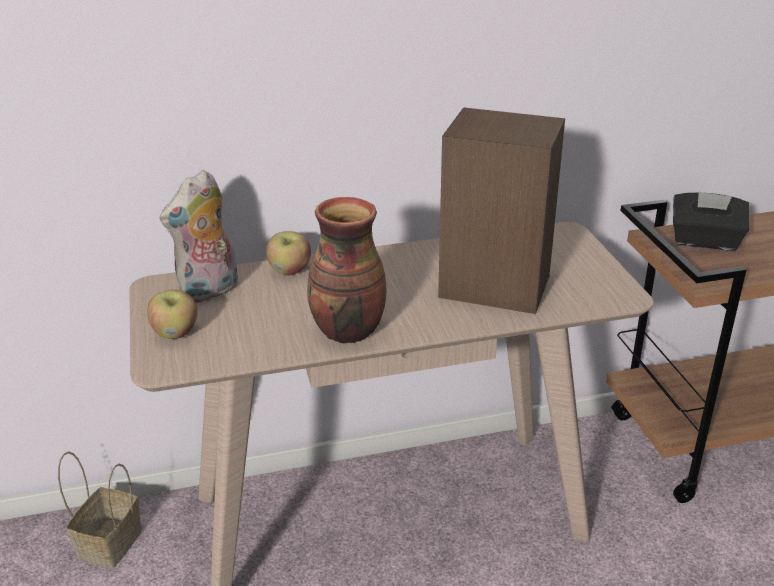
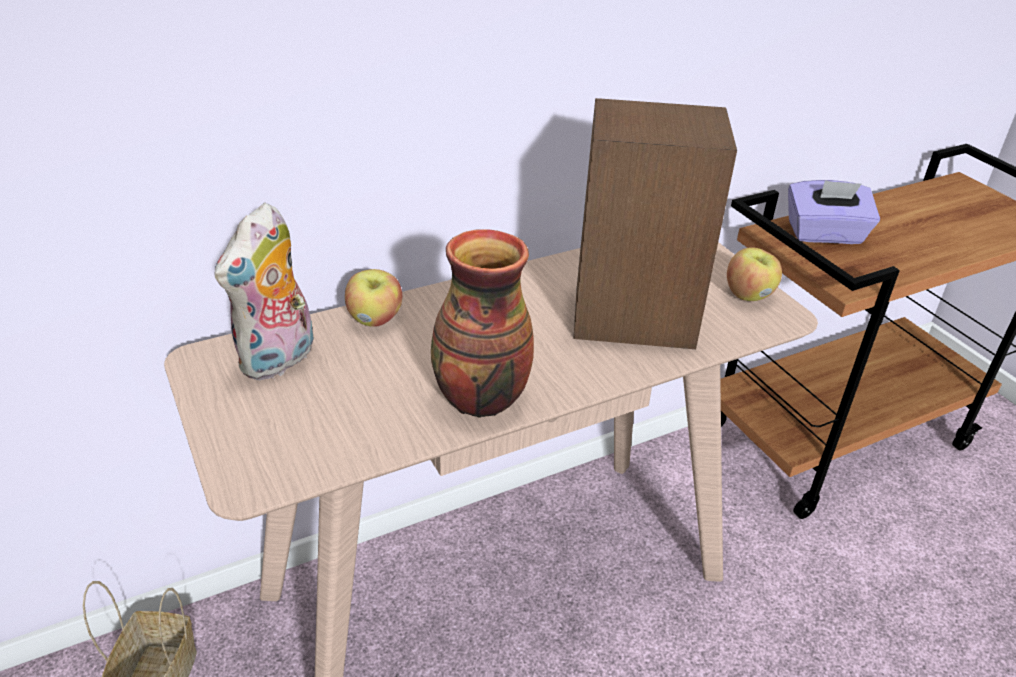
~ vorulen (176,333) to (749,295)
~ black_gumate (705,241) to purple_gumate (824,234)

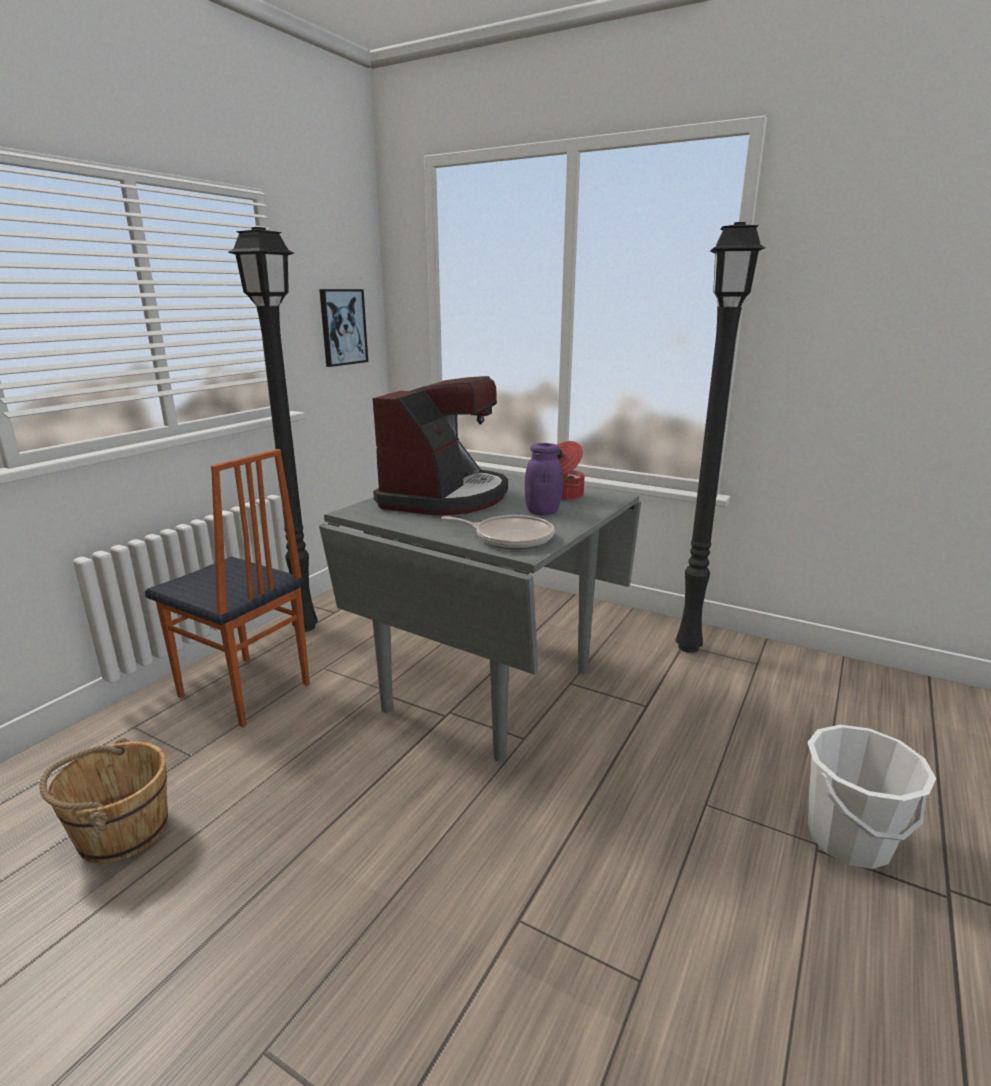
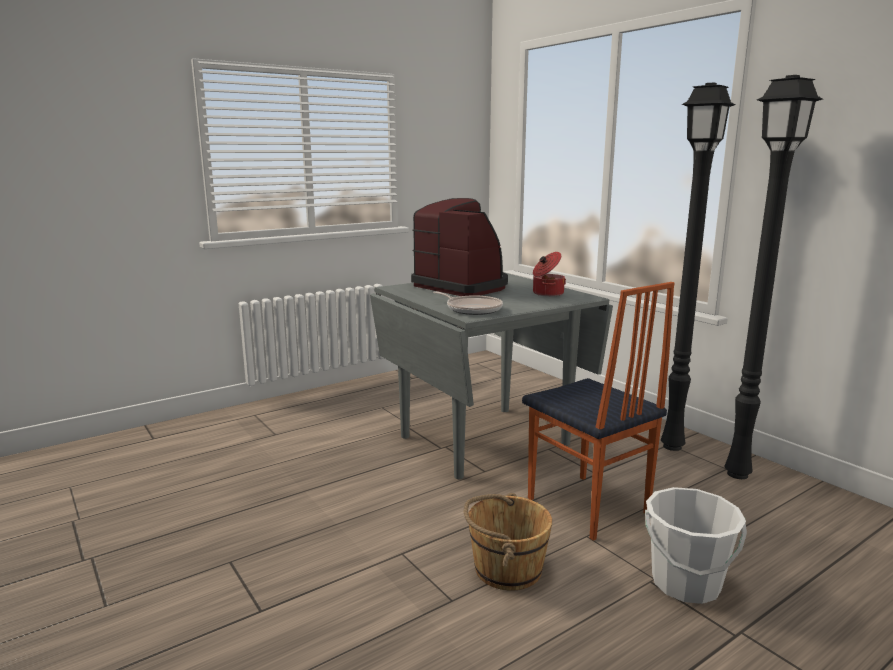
~ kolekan (445,497) = (462,286) 90 degrees counterclockwise
~ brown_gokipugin (121,831) to (506,568)
~ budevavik (244,691) to (587,507)
~ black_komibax (305,626) to (737,473)
- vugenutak (342,327)
- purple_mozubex (542,512)

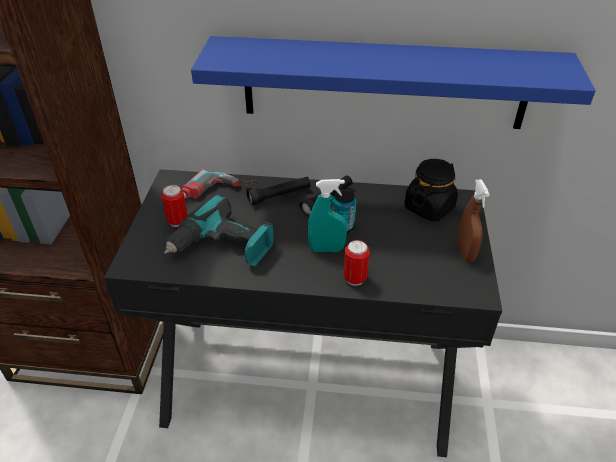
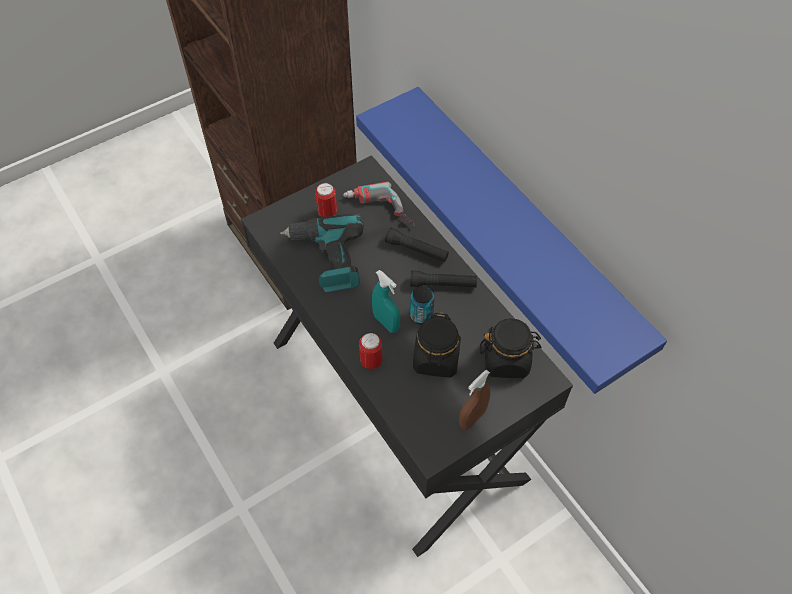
+ black_mozubex (436,359)

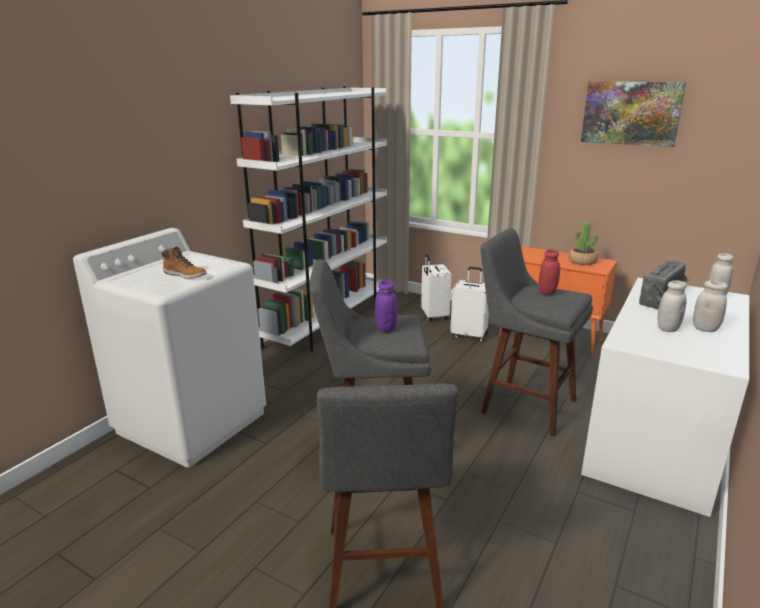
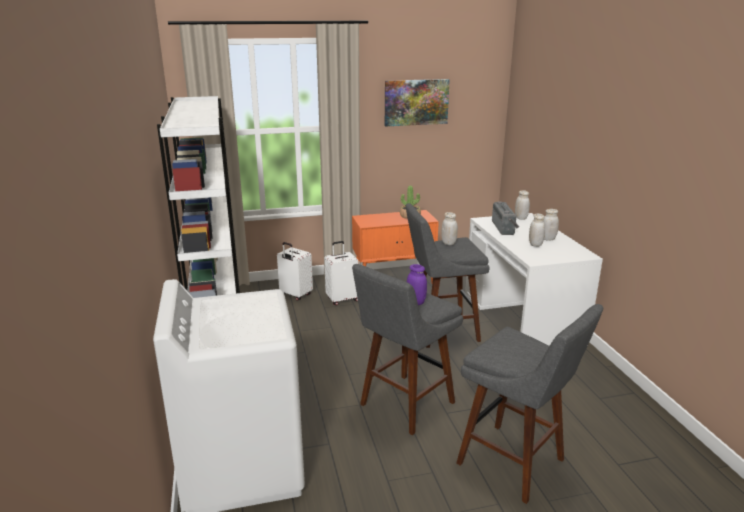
~ red_mozubex (547,292) to white_mozubex (448,243)
- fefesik (185,275)

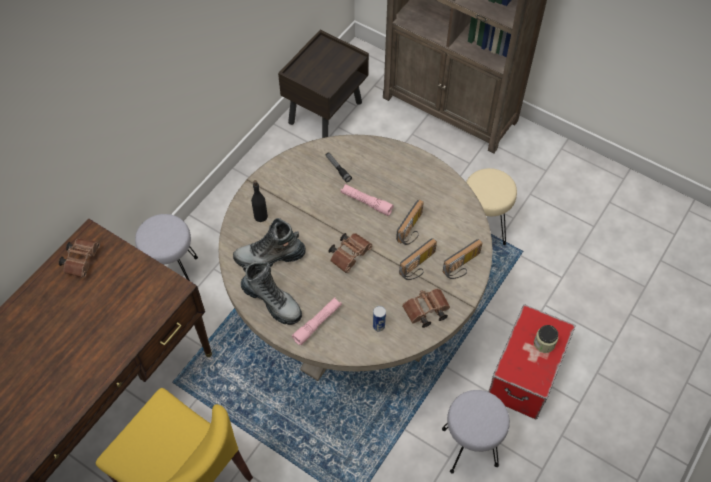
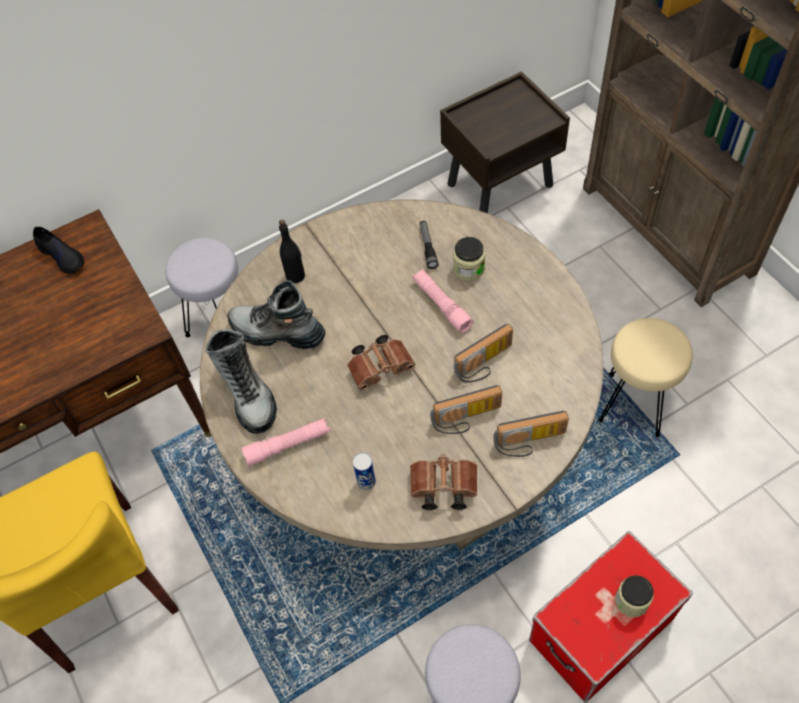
~ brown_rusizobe (82,260) to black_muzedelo (62,256)
+ mozubex (468,269)

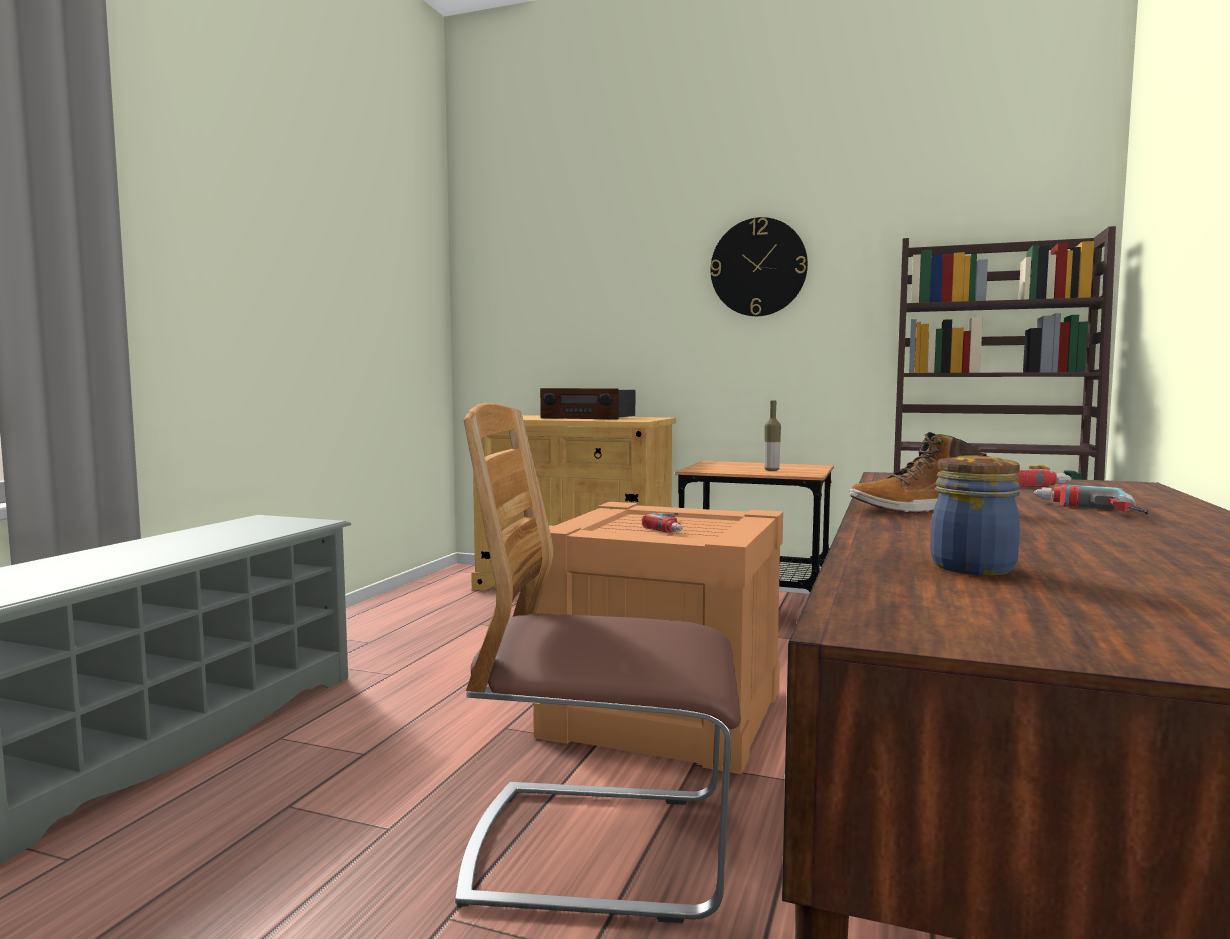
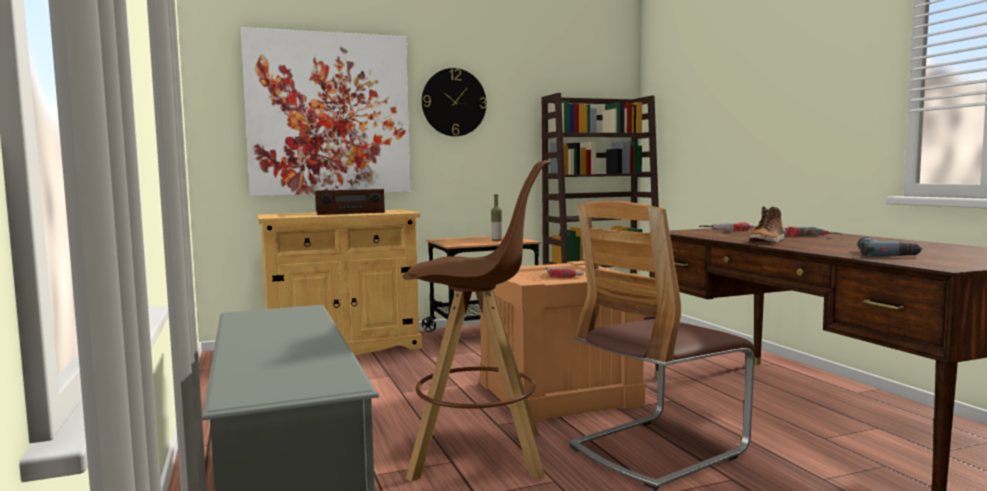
+ vugenutak (329,114)
+ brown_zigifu (479,455)
~ mozubex (974,567) to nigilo (884,253)

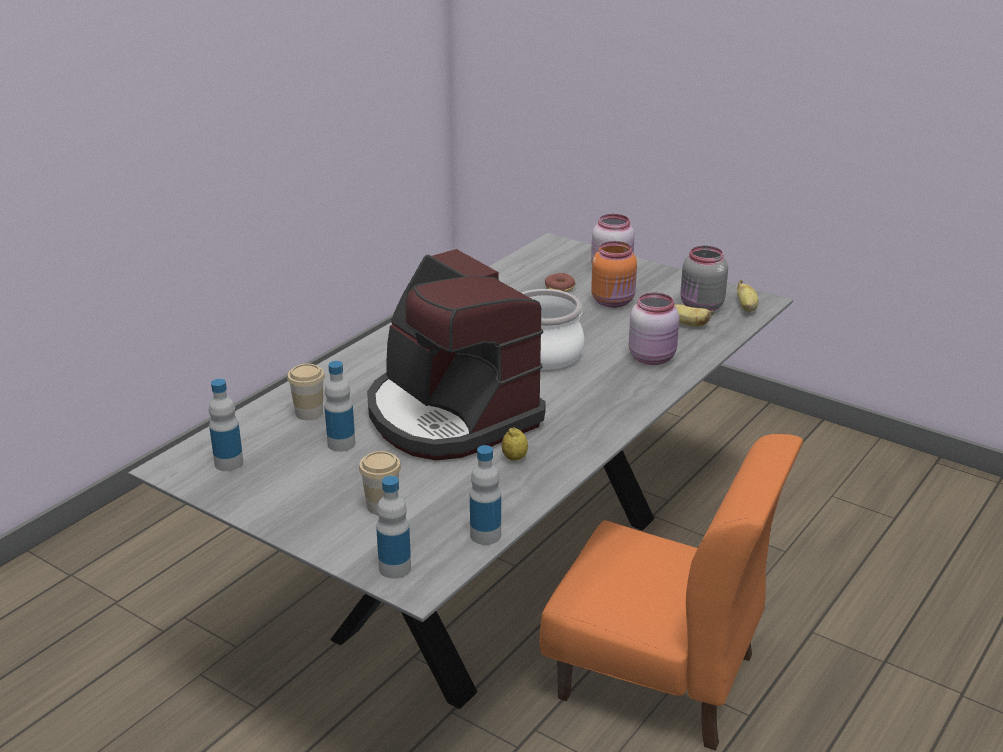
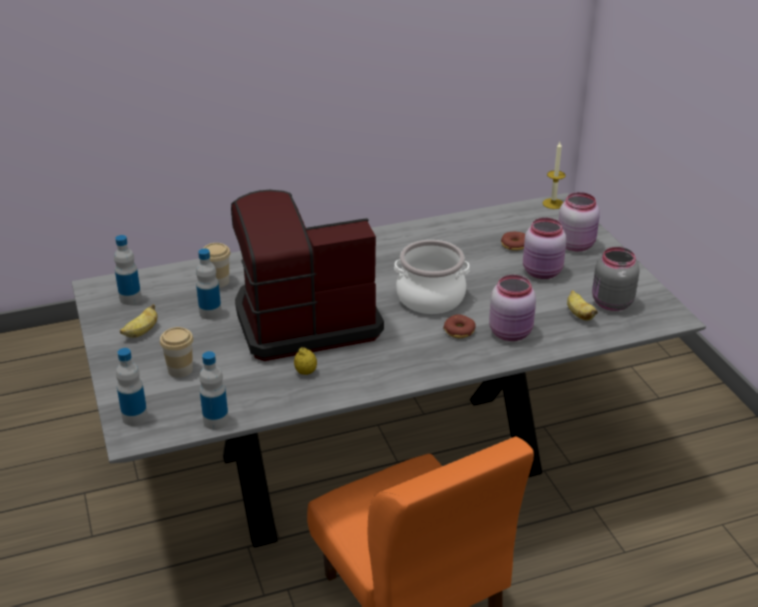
~ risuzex (746,308) to (141,332)
~ kolekan (450,415) = (304,320) 75 degrees clockwise
+ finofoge (459,331)
~ orange_mozubex (614,301) to pink_mozubex (543,272)
+ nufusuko (553,203)

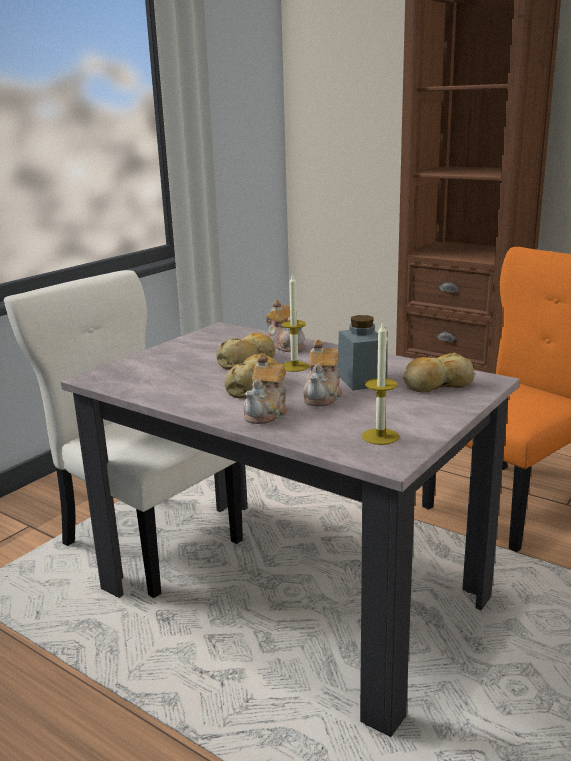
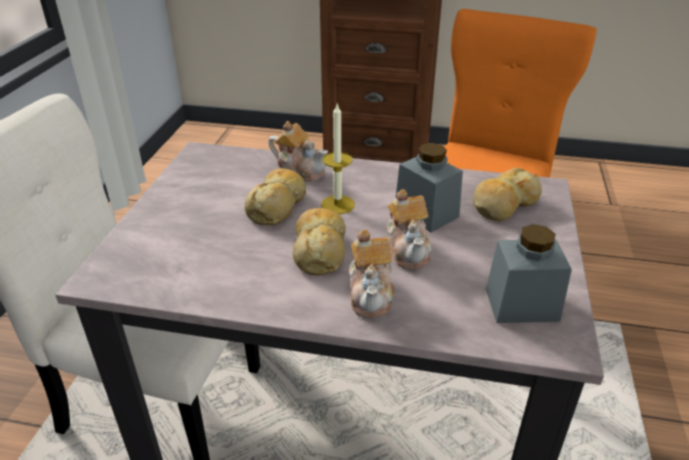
~ nufusuko (380,436) to grey_mozubex (521,304)

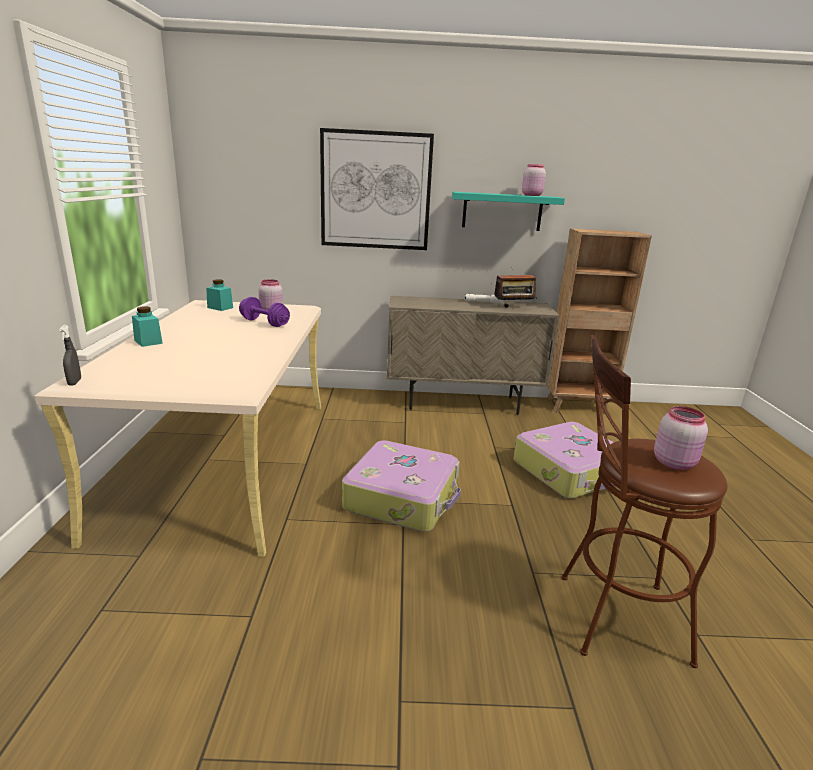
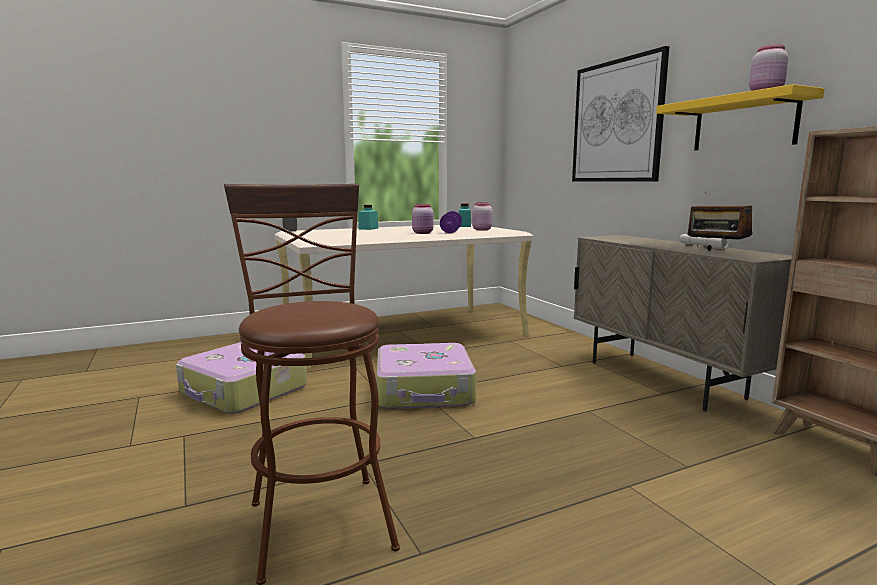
~ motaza (570,471) to (243,391)
~ pink_mozubex (674,462) to (423,233)
~ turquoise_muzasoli (502,211) to yellow_muzasoli (744,123)

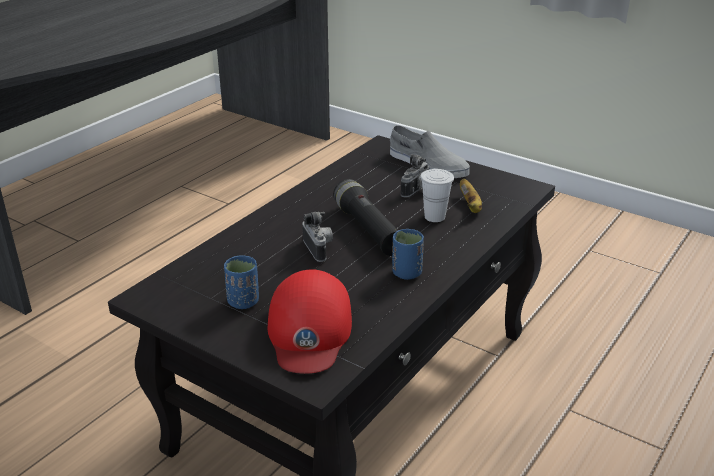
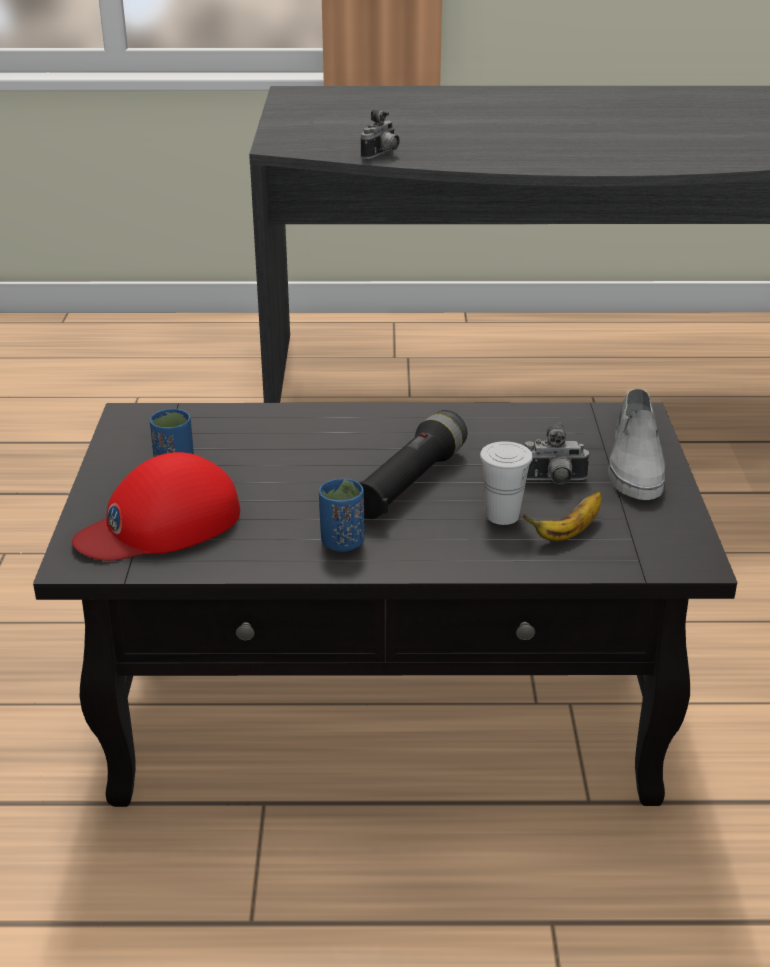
~ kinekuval (319,249) to (382,154)

